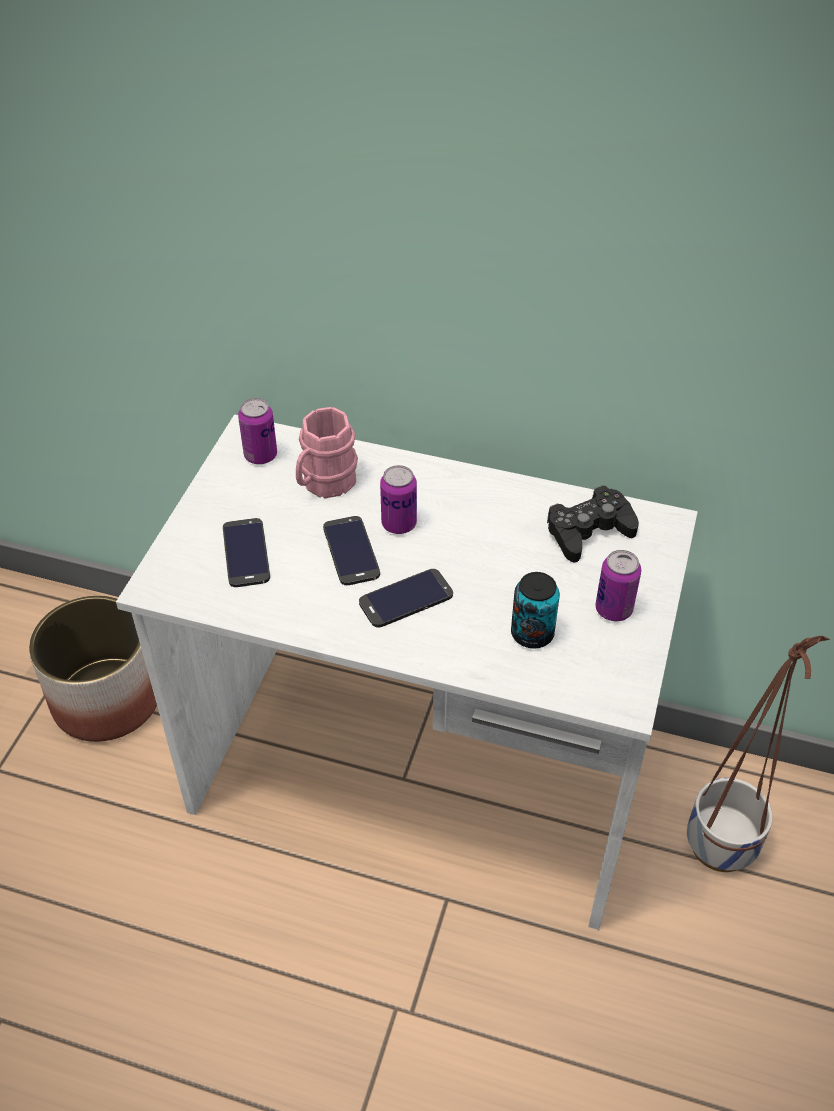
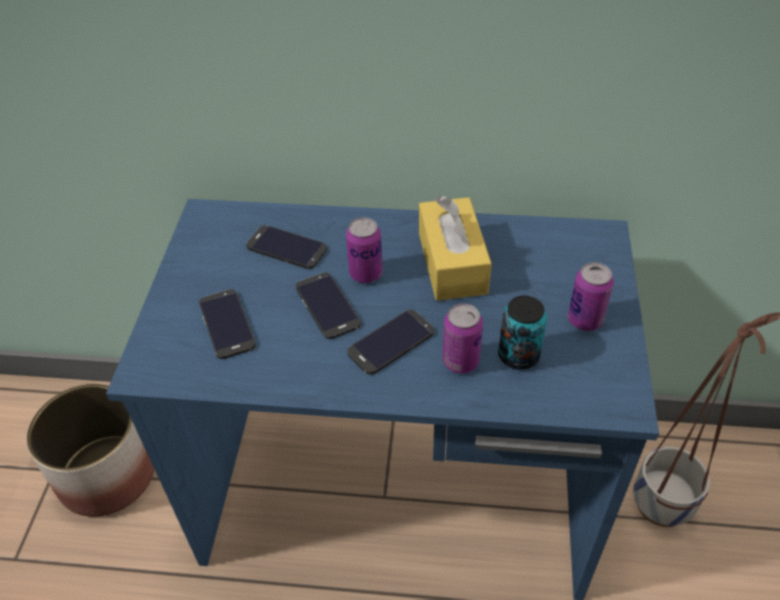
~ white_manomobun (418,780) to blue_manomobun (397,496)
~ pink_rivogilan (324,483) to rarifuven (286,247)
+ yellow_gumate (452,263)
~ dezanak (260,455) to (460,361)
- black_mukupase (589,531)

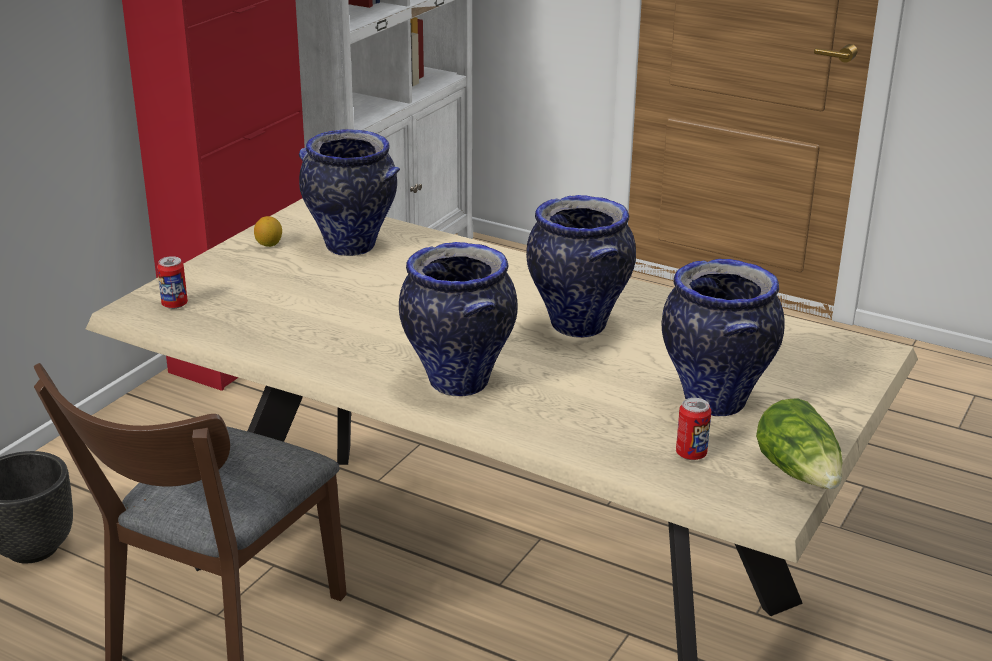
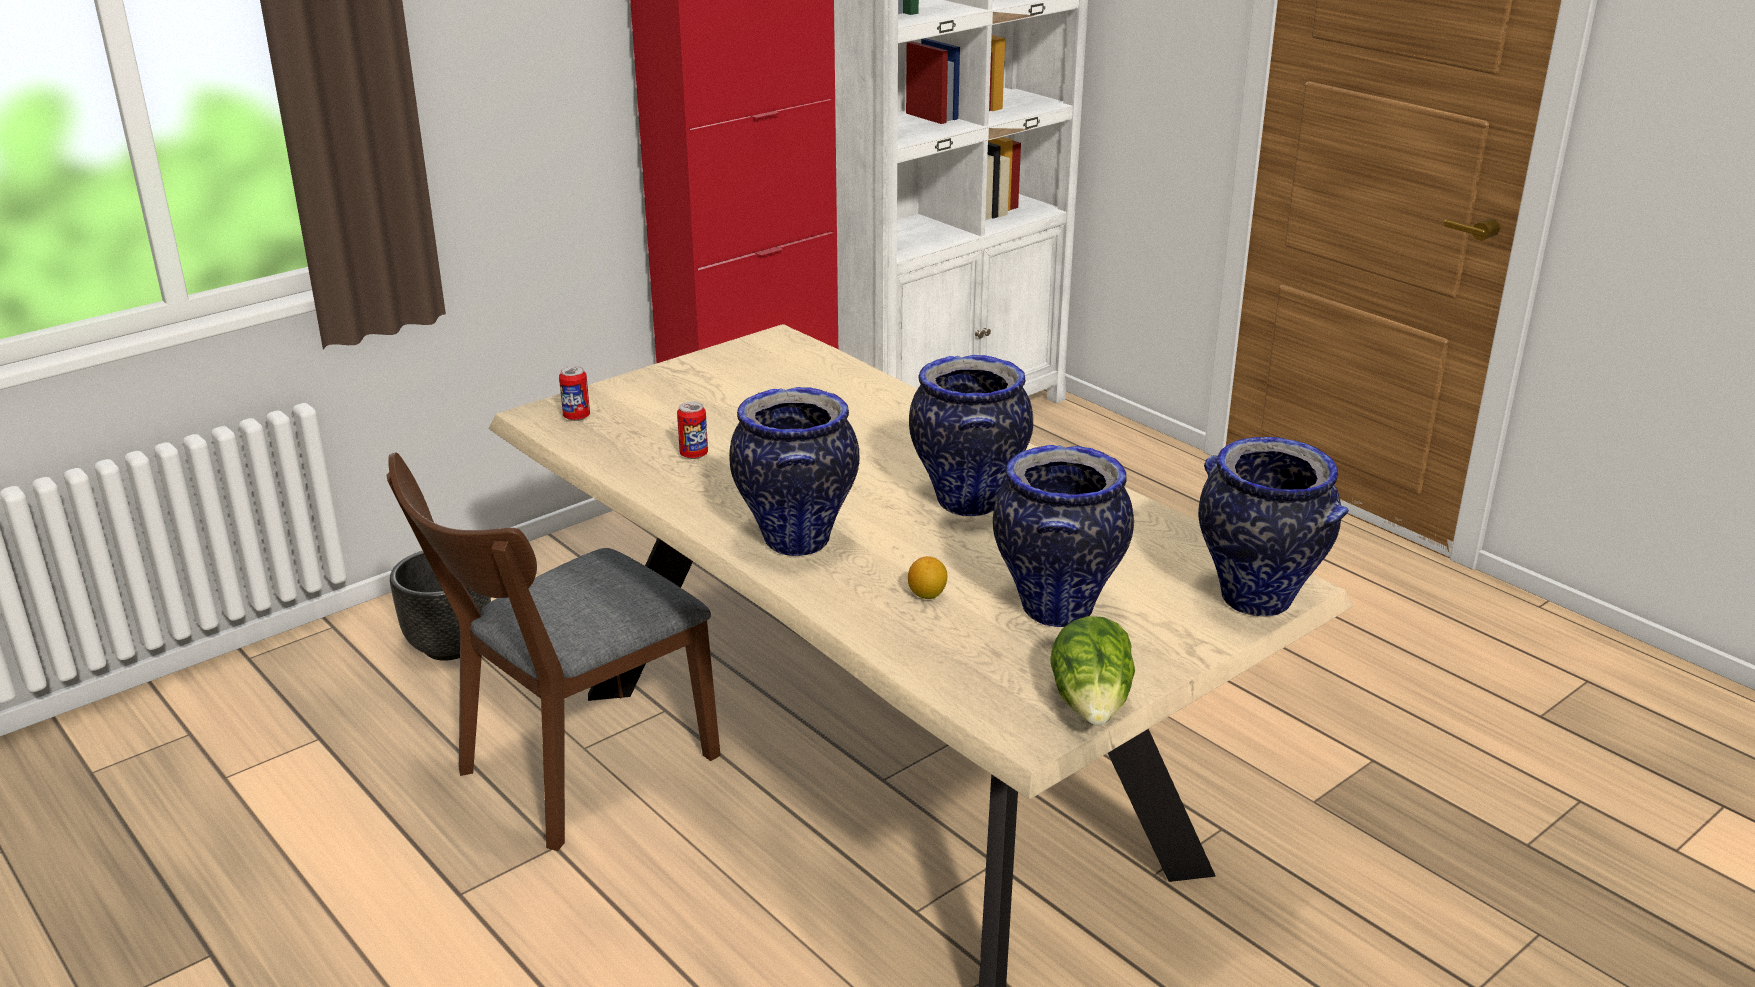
~ dezanak (691,454) to (694,454)
~ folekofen (269,244) to (927,595)
~ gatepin (352,247) to (1258,600)

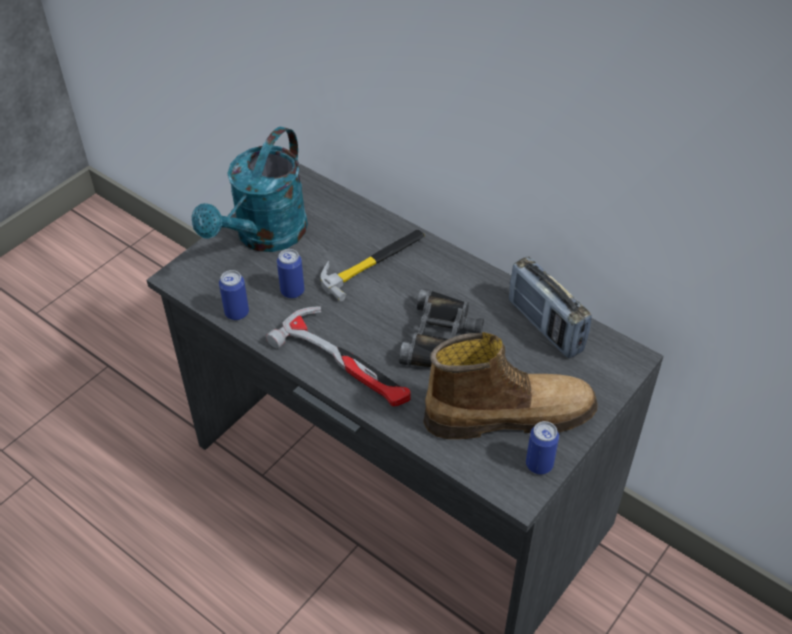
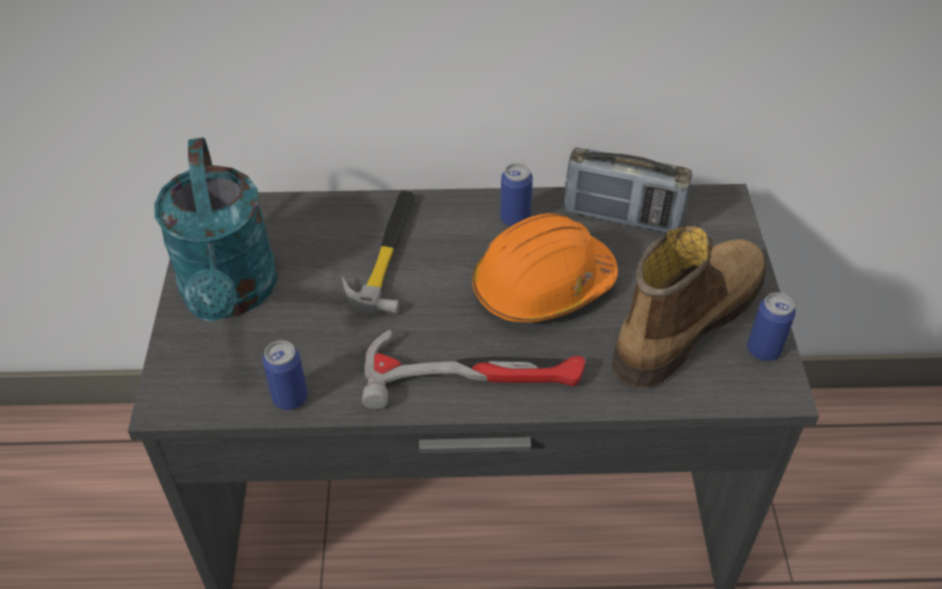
~ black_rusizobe (442,338) to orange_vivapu (542,287)
~ dezanak (292,291) to (515,219)

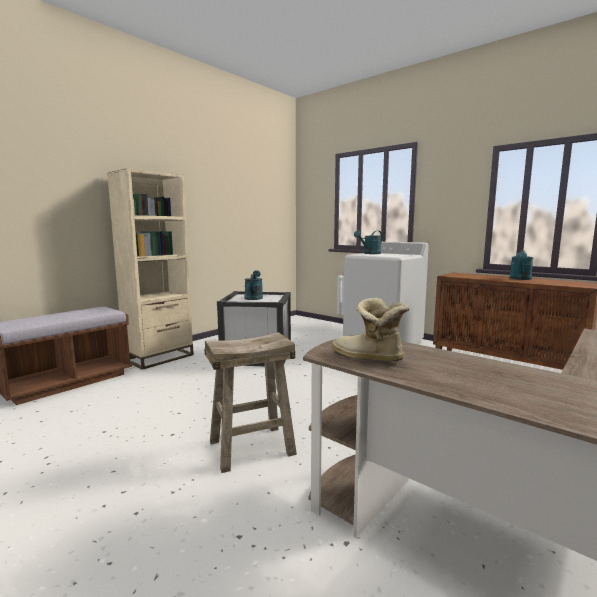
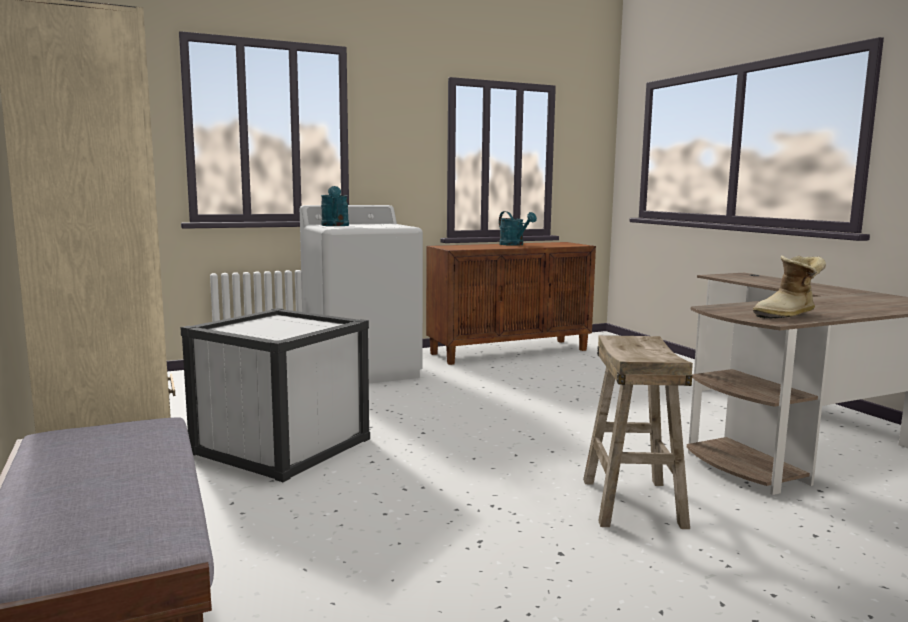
- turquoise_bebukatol (254,297)

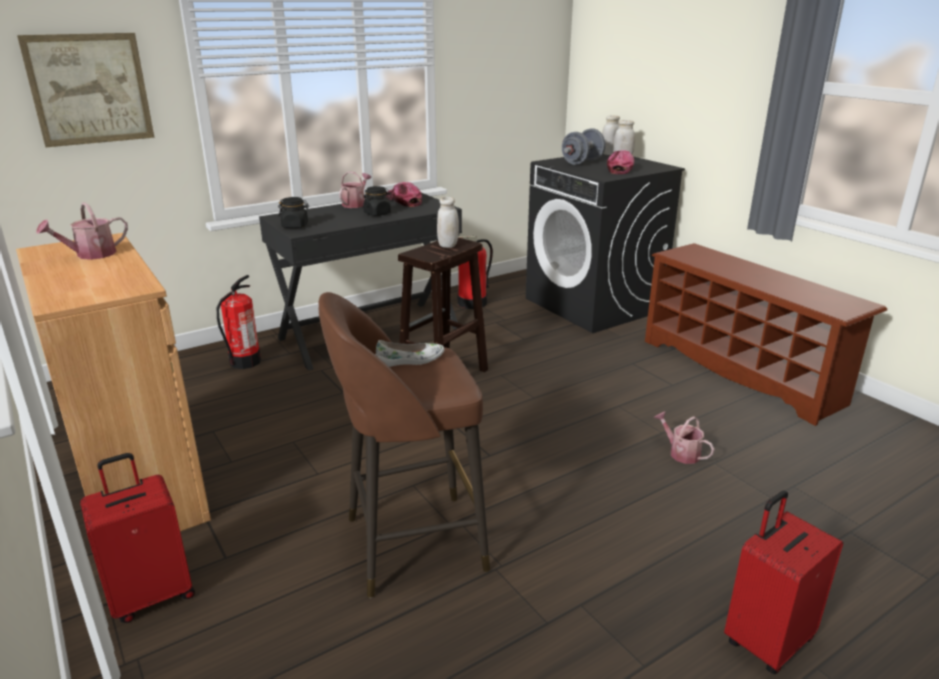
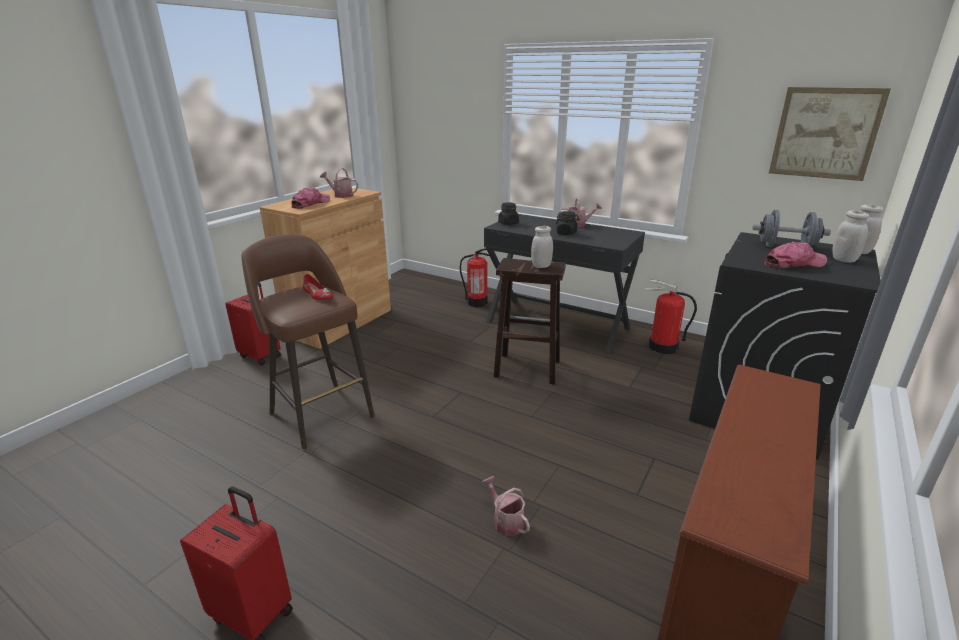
~ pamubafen (403,201) to (311,204)
~ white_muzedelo (410,360) to red_muzedelo (317,295)
~ bebukatol (681,453) = (505,520) 60 degrees counterclockwise
~ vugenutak (89,89) to (825,133)

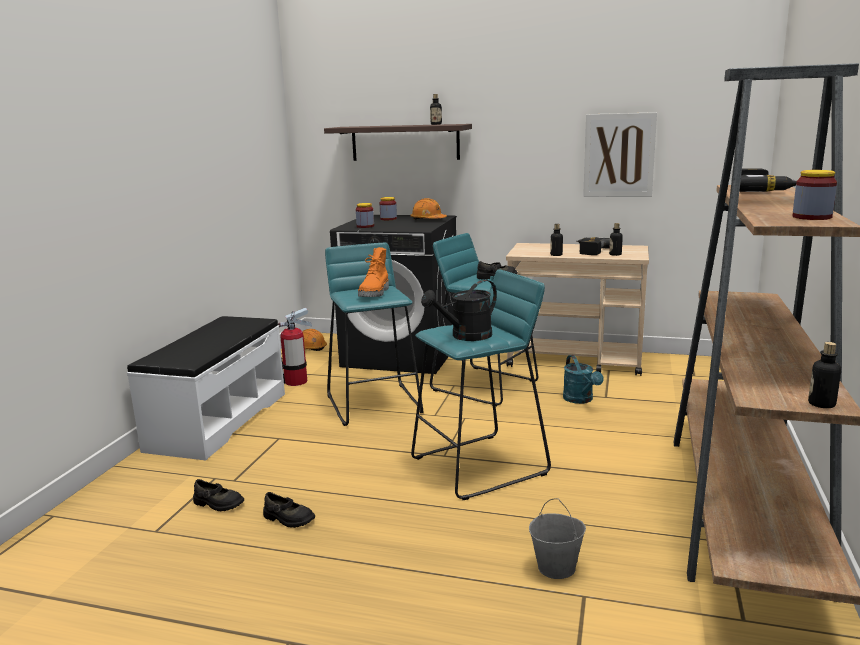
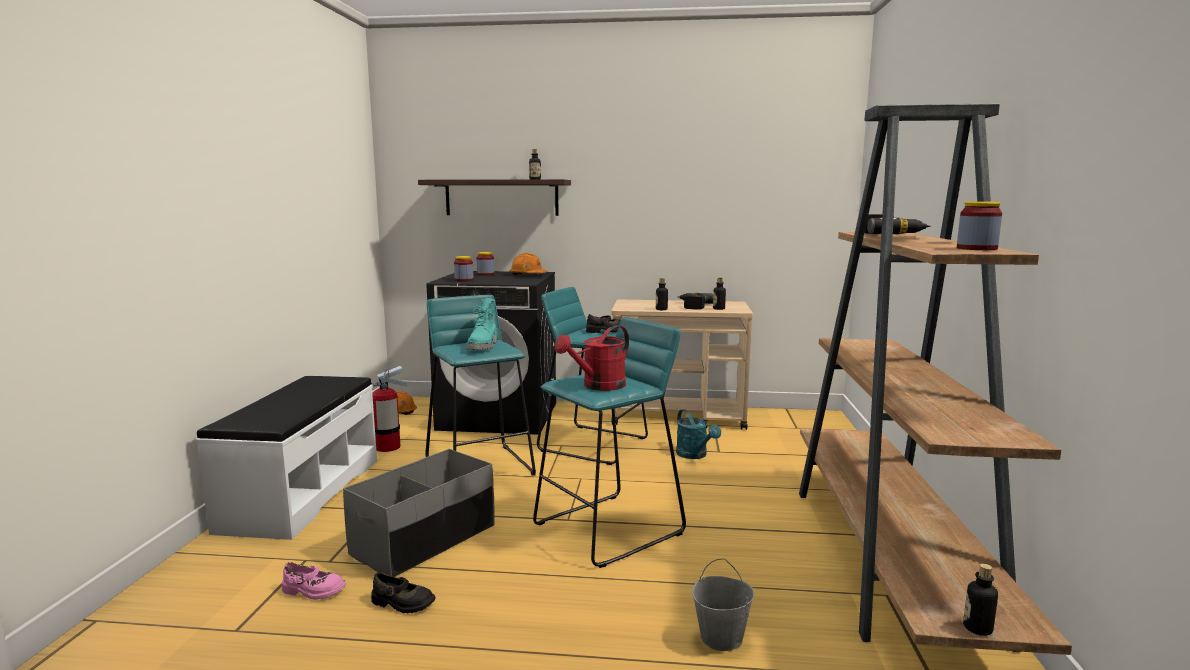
~ black_muzedelo (218,504) to pink_muzedelo (313,591)
+ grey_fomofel (425,540)
~ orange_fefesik (375,293) to turquoise_fefesik (483,347)
~ black_bebukatol (465,336) to red_bebukatol (598,386)
~ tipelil (821,404) to (977,628)
- vugenutak (619,155)

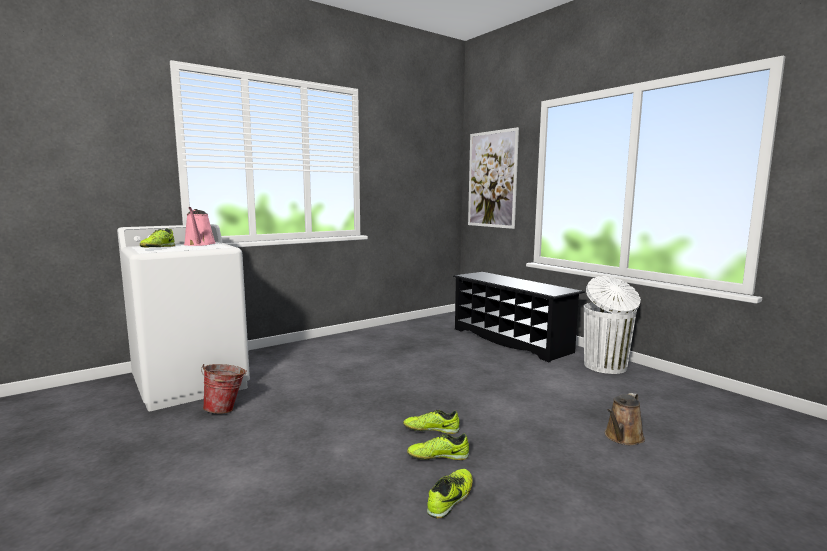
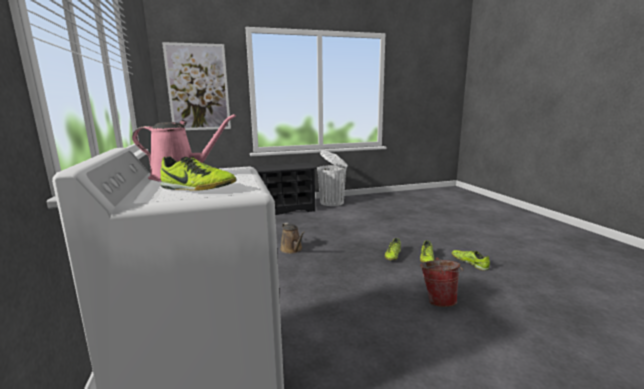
~ brown_bebukatol (622,438) to (292,249)
~ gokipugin (226,409) to (438,300)

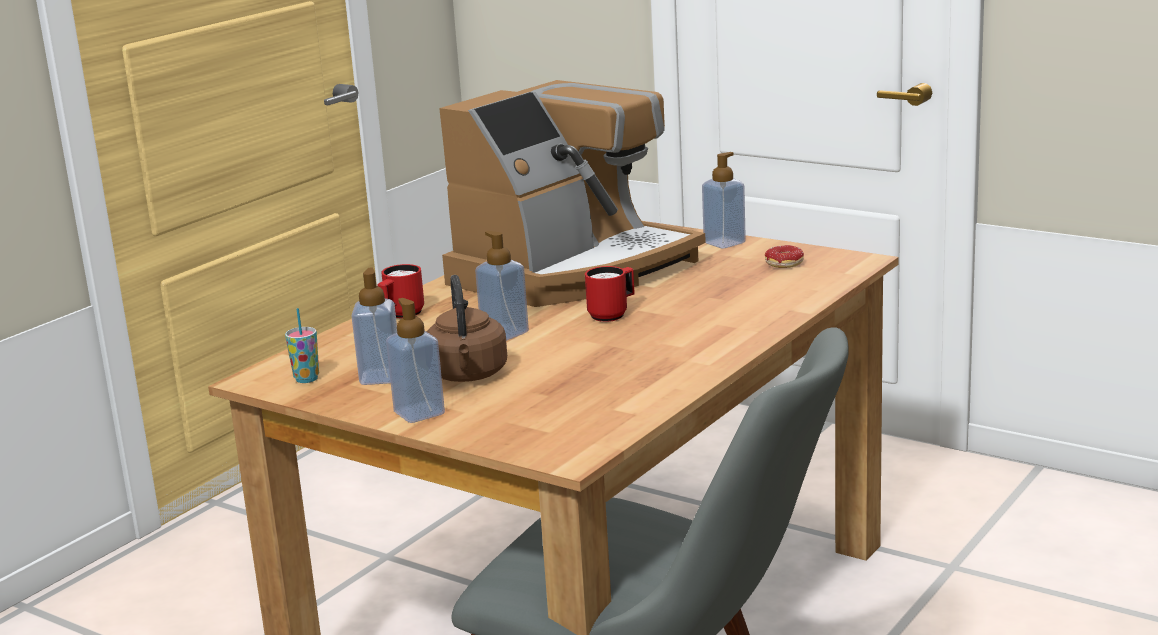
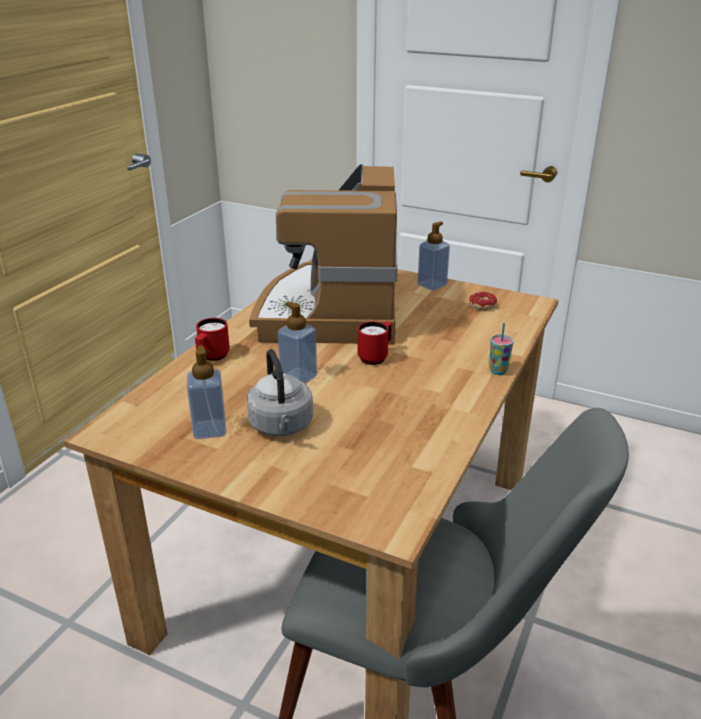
~ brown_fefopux (468,375) to grey_fefopux (282,427)
~ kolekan (573,271) = (332,311) 150 degrees clockwise
~ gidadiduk (306,379) to (498,371)
- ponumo (419,413)

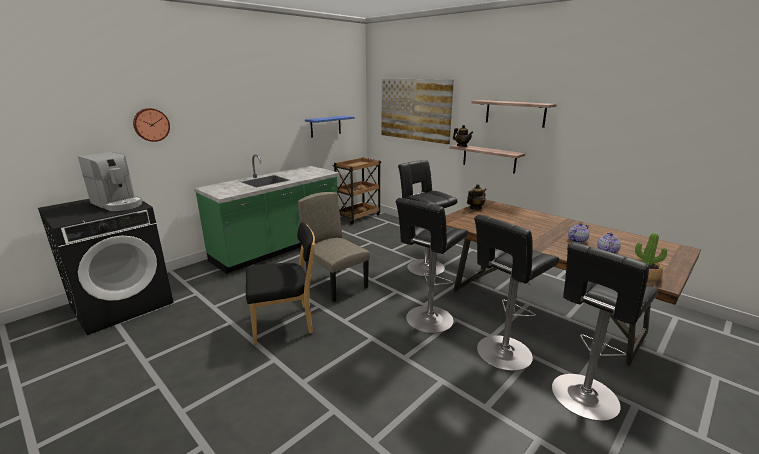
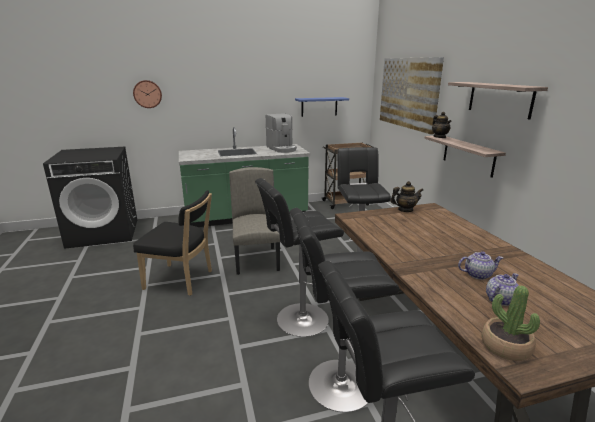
~ kolekan (118,204) to (282,149)

